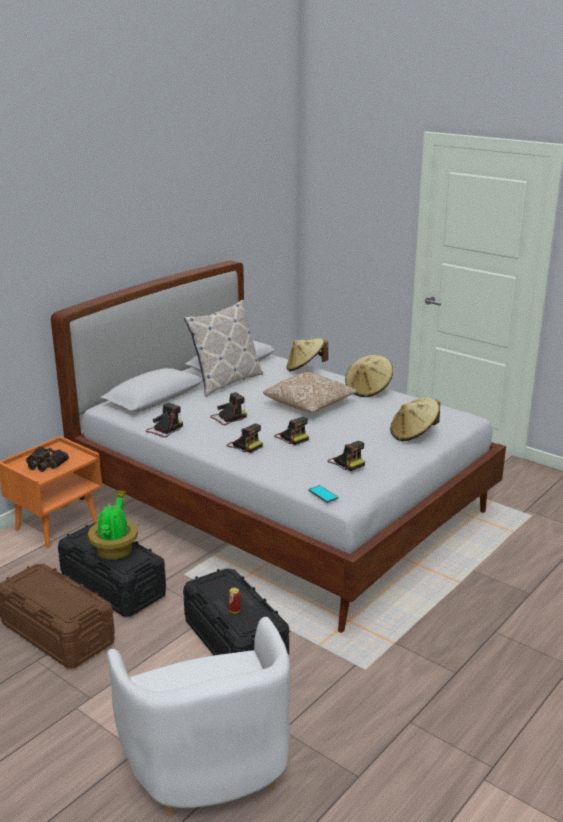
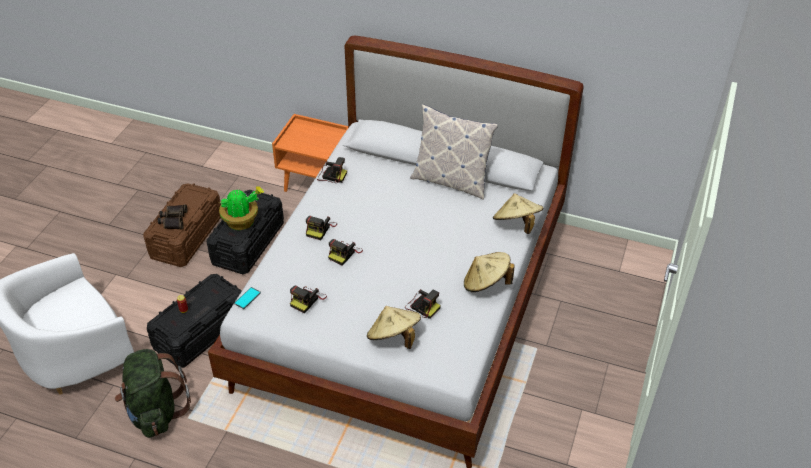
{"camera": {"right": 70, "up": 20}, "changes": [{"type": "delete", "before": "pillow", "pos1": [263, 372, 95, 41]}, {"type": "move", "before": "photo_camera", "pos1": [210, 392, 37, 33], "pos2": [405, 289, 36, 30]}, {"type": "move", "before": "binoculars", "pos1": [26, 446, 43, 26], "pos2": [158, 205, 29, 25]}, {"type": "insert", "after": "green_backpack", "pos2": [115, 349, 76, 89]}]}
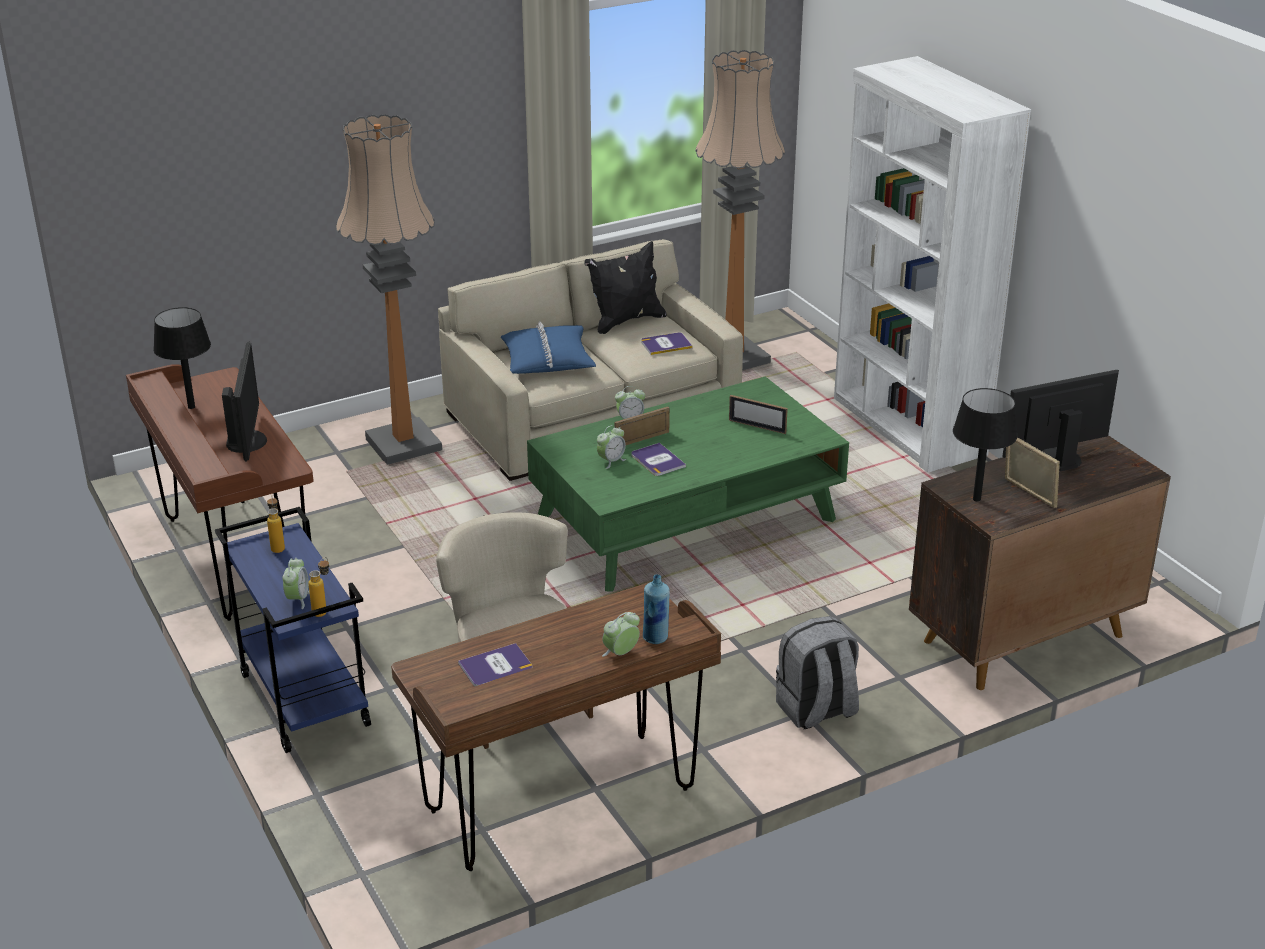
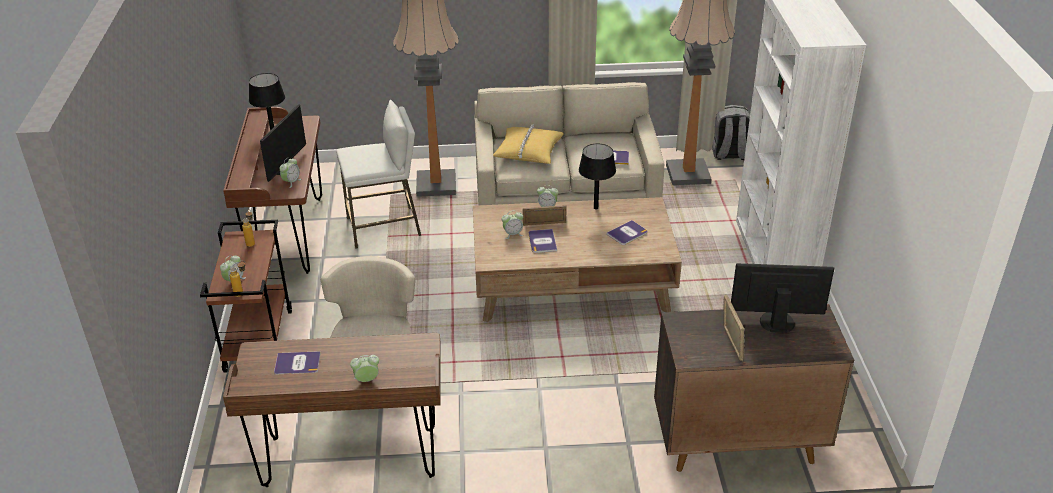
{"camera": {"right": 25, "up": 5}, "changes": [{"type": "delete", "before": "black_pillow", "pos1": [584, 241, 82, 93]}, {"type": "recolor", "before": "blue_pillow", "after": "yellow_pillow", "pos1": [501, 321, 95, 53], "pos2": [493, 124, 71, 40]}, {"type": "recolor", "before": "green_coffee_table", "after": "brown_coffee_table", "pos1": [527, 376, 322, 216], "pos2": [473, 197, 209, 125]}, {"type": "move", "before": "black_table_lamp", "pos1": [953, 388, 64, 113], "pos2": [579, 144, 37, 65]}, {"type": "replace", "before": "picture_frame", "after": "book", "pos1": [729, 395, 59, 39], "pos2": [607, 220, 40, 25]}, {"type": "recolor", "before": "blue_cart", "after": "brown_cart", "pos1": [215, 507, 156, 246], "pos2": [200, 220, 92, 153]}, {"type": "delete", "before": "blue_bottle", "pos1": [643, 574, 27, 70]}, {"type": "move", "before": "grey_backpack", "pos1": [776, 616, 83, 113], "pos2": [712, 105, 38, 55]}, {"type": "insert", "after": "white_stool", "pos2": [336, 100, 85, 149]}, {"type": "insert", "after": "alarm_clock", "pos2": [279, 158, 22, 30]}]}
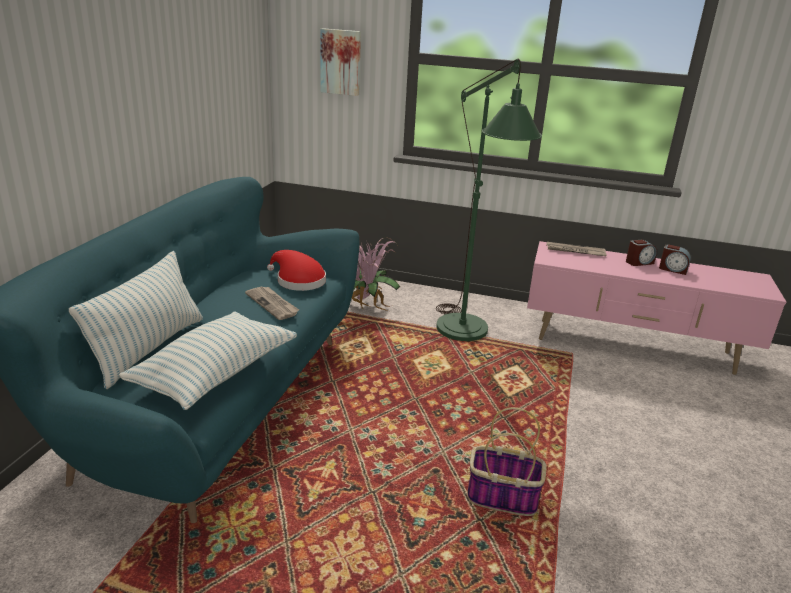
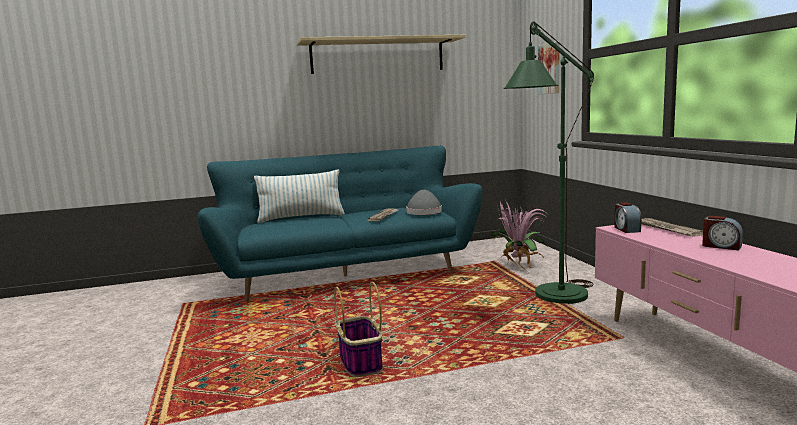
{"camera": {"right": 60, "up": -15}, "changes": [{"type": "move", "before": "alarm_clock", "pos1": [659, 245, 32, 30], "pos2": [614, 202, 27, 31]}, {"type": "recolor", "before": "red_hat", "after": "grey_hat", "pos1": [267, 250, 59, 41], "pos2": [406, 190, 36, 25]}, {"type": "delete", "before": "pillow", "pos1": [119, 311, 178, 99]}, {"type": "insert", "after": "beige_shelf", "pos2": [297, 35, 168, 39]}]}
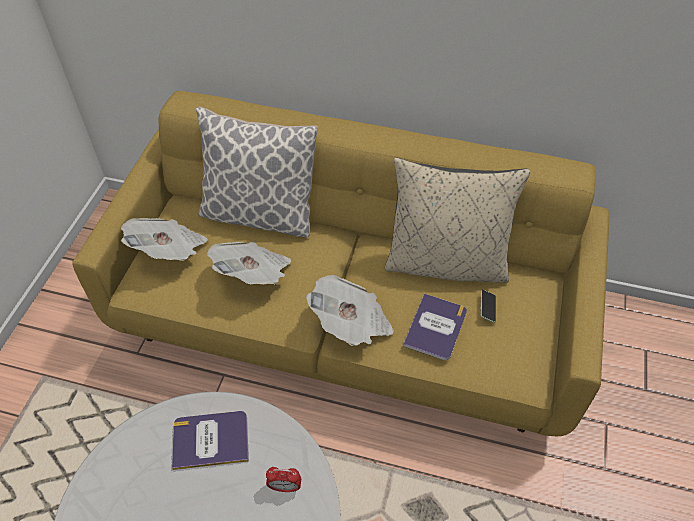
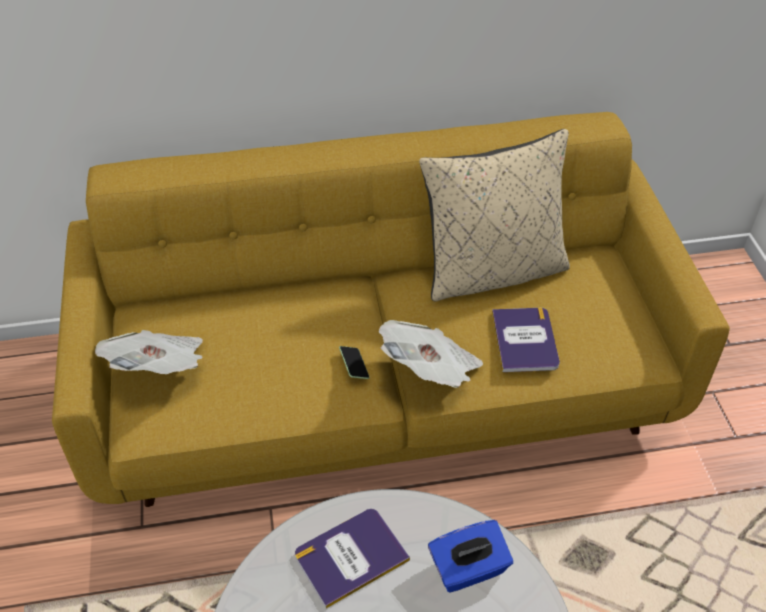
{"camera": {"right": -25, "up": -5}, "changes": [{"type": "delete", "before": "pillow", "pos1": [196, 106, 122, 132]}, {"type": "delete", "before": "newspaper", "pos1": [207, 242, 84, 42]}, {"type": "move", "before": "phone", "pos1": [481, 290, 15, 33], "pos2": [339, 346, 31, 33]}, {"type": "replace", "before": "alarm_clock", "after": "blue_tissue_box", "pos1": [266, 467, 35, 25], "pos2": [428, 520, 85, 73]}]}
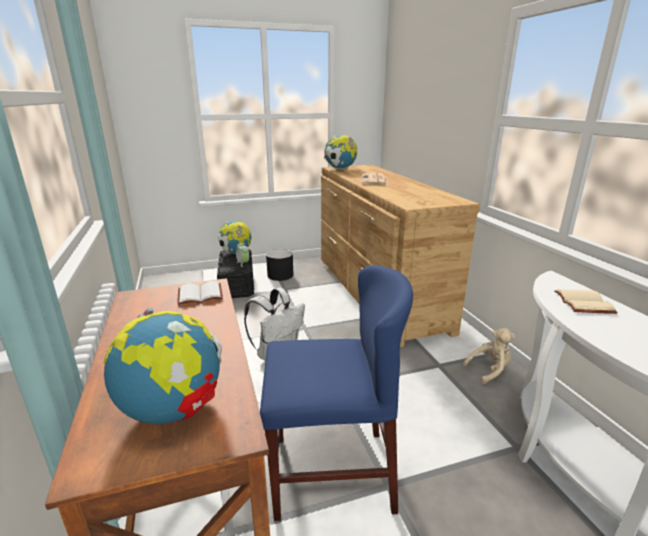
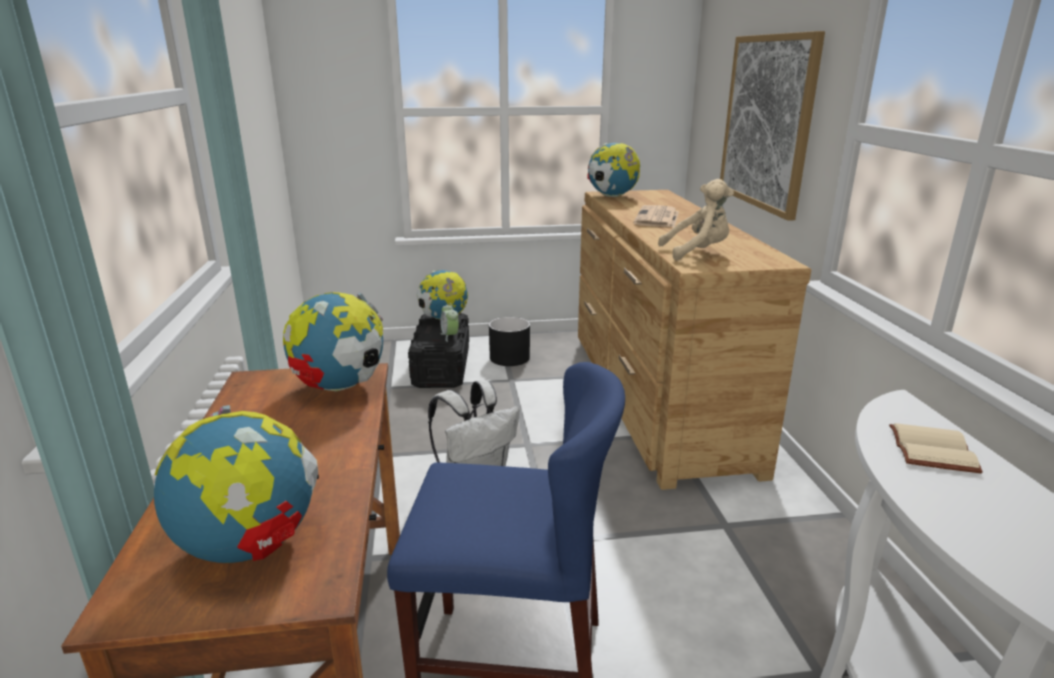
{"camera": {"right": 10, "up": 0}, "changes": [{"type": "replace", "before": "white_book", "after": "globe", "pos1": [177, 281, 46, 24], "pos2": [283, 292, 100, 100]}, {"type": "move", "before": "beige_plush_toy", "pos1": [463, 328, 52, 56], "pos2": [658, 179, 76, 82]}, {"type": "insert", "after": "picture", "pos2": [720, 31, 105, 190]}]}
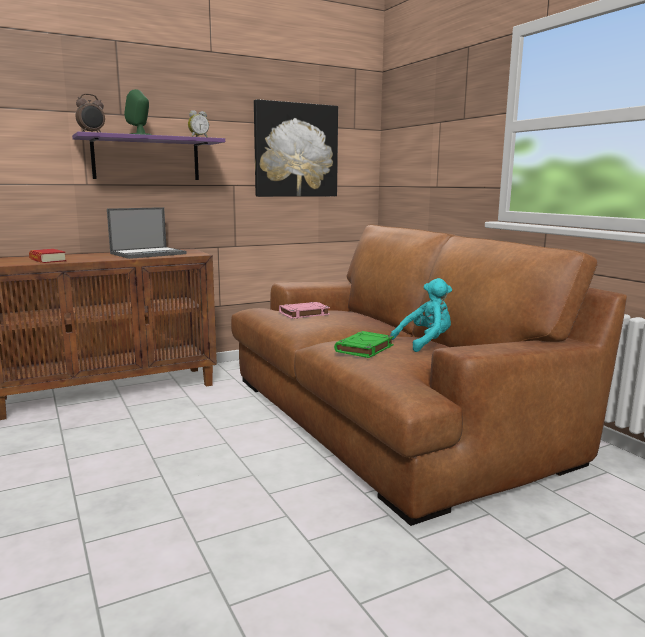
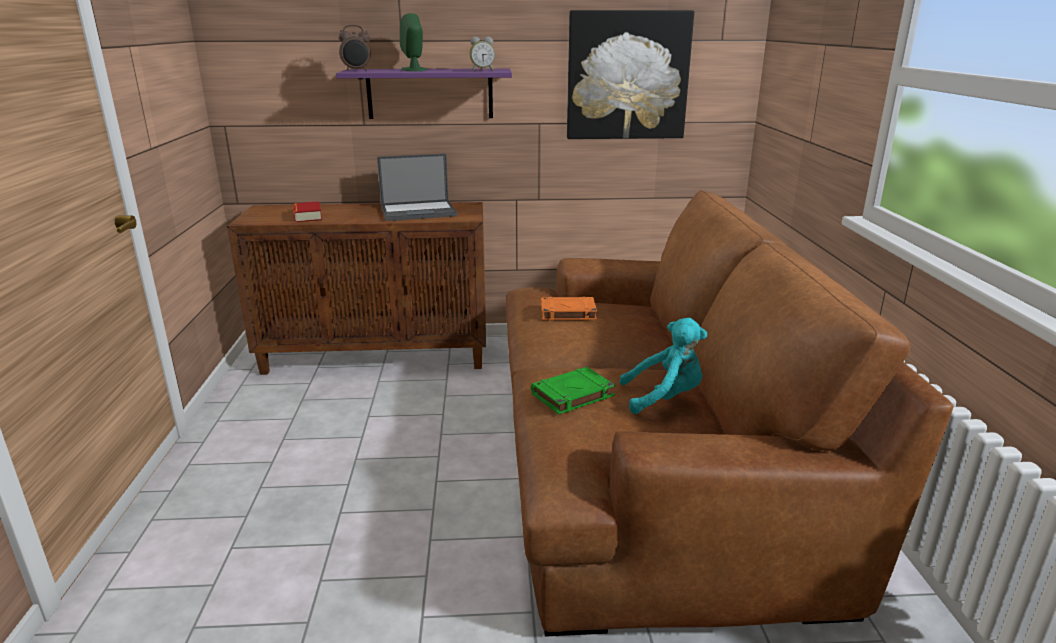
{"camera": {"right": 25, "up": 10}, "changes": [{"type": "recolor", "before": "pink_book", "after": "orange_book", "pos1": [279, 302, 51, 17], "pos2": [541, 297, 56, 24]}]}
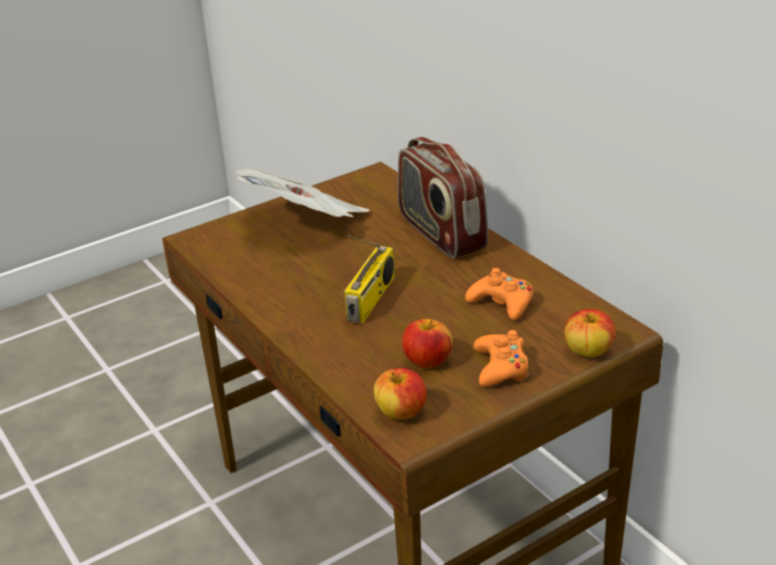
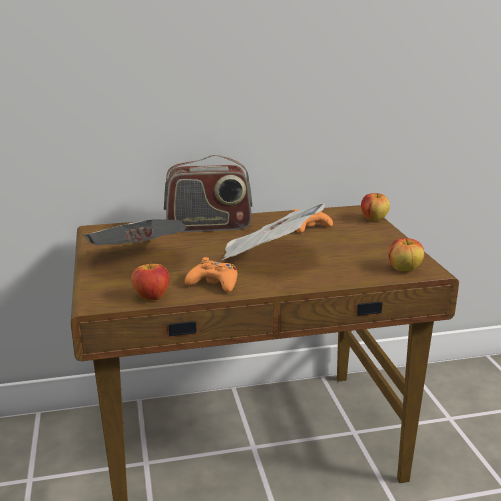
{"camera": {"right": -70, "up": -10}, "changes": [{"type": "replace", "before": "radio", "after": "newspaper", "pos1": [344, 235, 51, 89], "pos2": [222, 201, 103, 59]}, {"type": "move", "before": "apple", "pos1": [402, 319, 50, 49], "pos2": [131, 261, 39, 39]}, {"type": "move", "before": "orange_game_controller", "pos1": [474, 330, 56, 57], "pos2": [185, 257, 53, 35]}]}
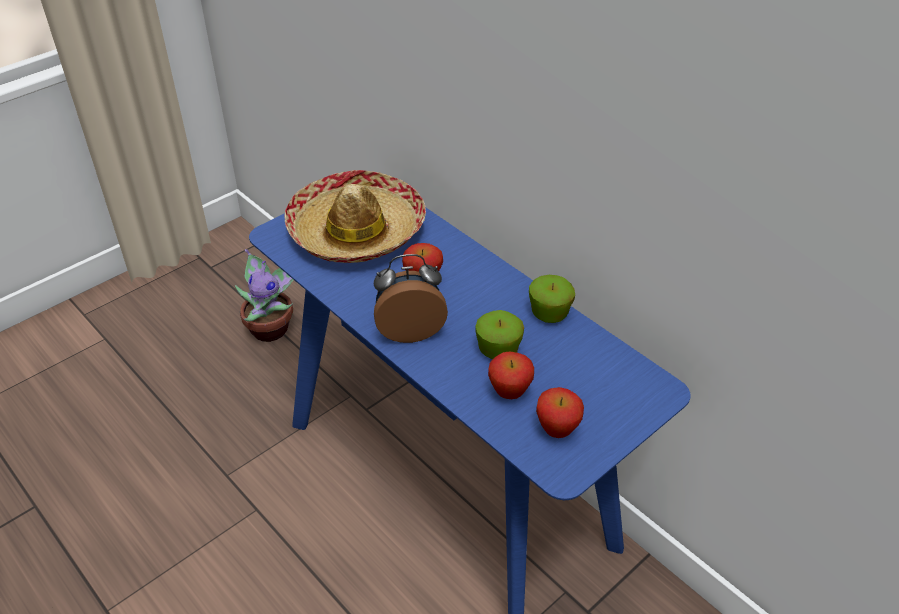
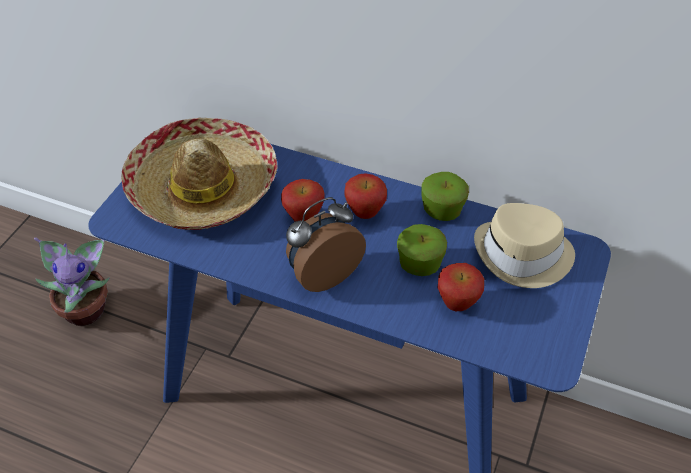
{"camera": {"right": -25, "up": 5}, "changes": [{"type": "move", "before": "apple", "pos1": [536, 387, 48, 51], "pos2": [344, 174, 43, 45]}, {"type": "insert", "after": "beige_hat", "pos2": [474, 203, 101, 85]}]}
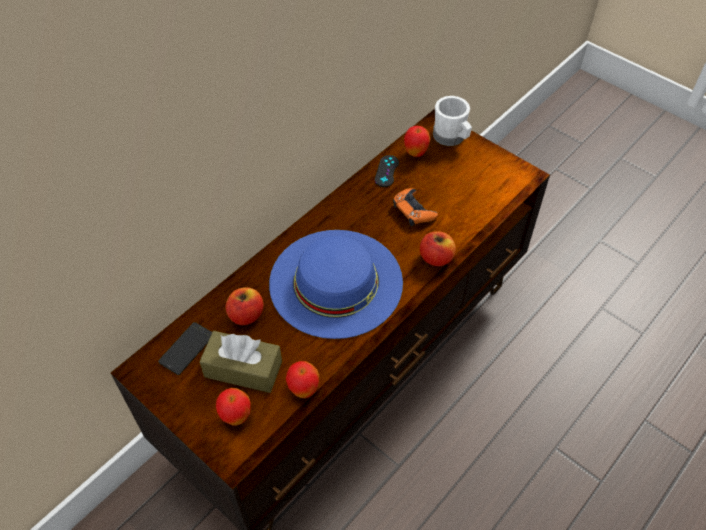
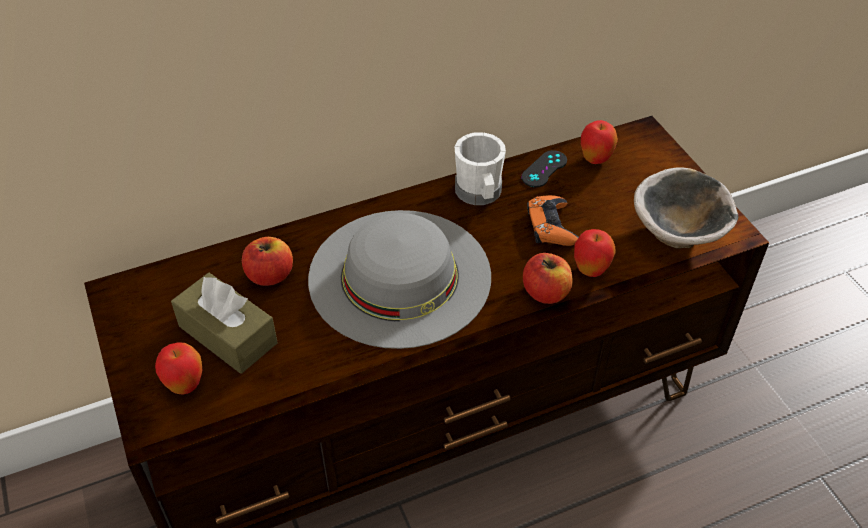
{"camera": {"right": 25, "up": -5}, "changes": [{"type": "move", "before": "white_mug", "pos1": [433, 96, 39, 50], "pos2": [455, 132, 51, 73]}, {"type": "recolor", "before": "blue_hat", "after": "grey_hat", "pos1": [269, 230, 134, 109], "pos2": [308, 210, 183, 139]}, {"type": "delete", "before": "phone", "pos1": [158, 322, 54, 53]}, {"type": "move", "before": "apple", "pos1": [286, 361, 33, 37], "pos2": [574, 229, 42, 48]}, {"type": "insert", "after": "bowl", "pos2": [634, 167, 105, 82]}]}
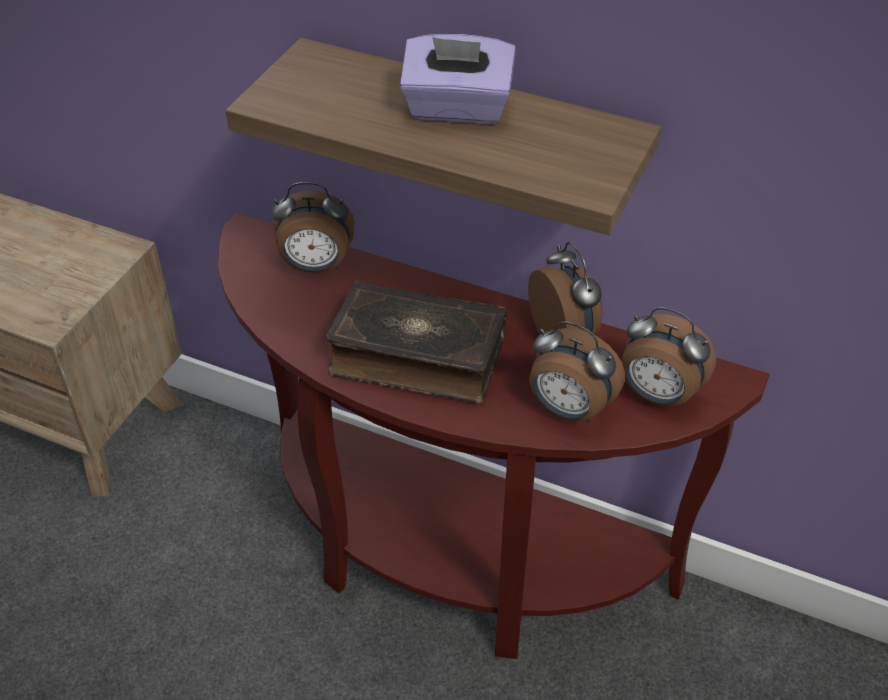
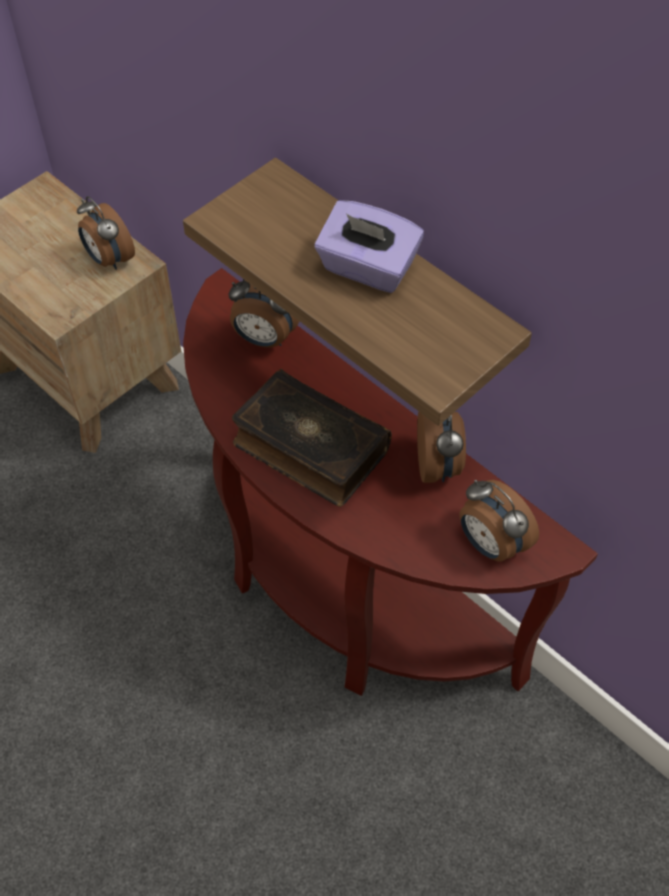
{"camera": {"right": 20, "up": 10}, "changes": [{"type": "move", "before": "alarm_clock", "pos1": [529, 321, 96, 101], "pos2": [77, 196, 58, 74]}]}
